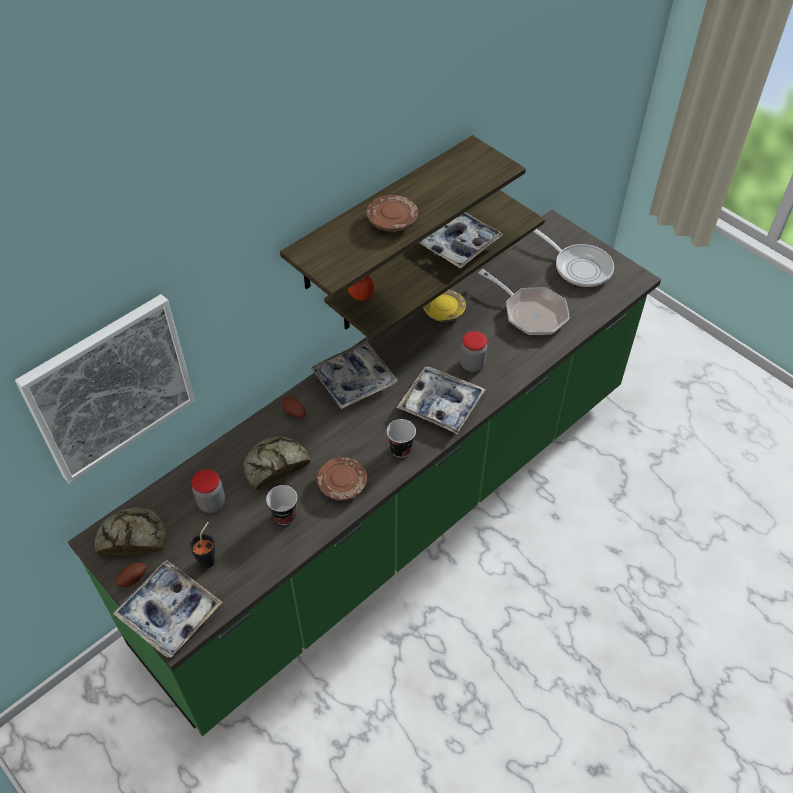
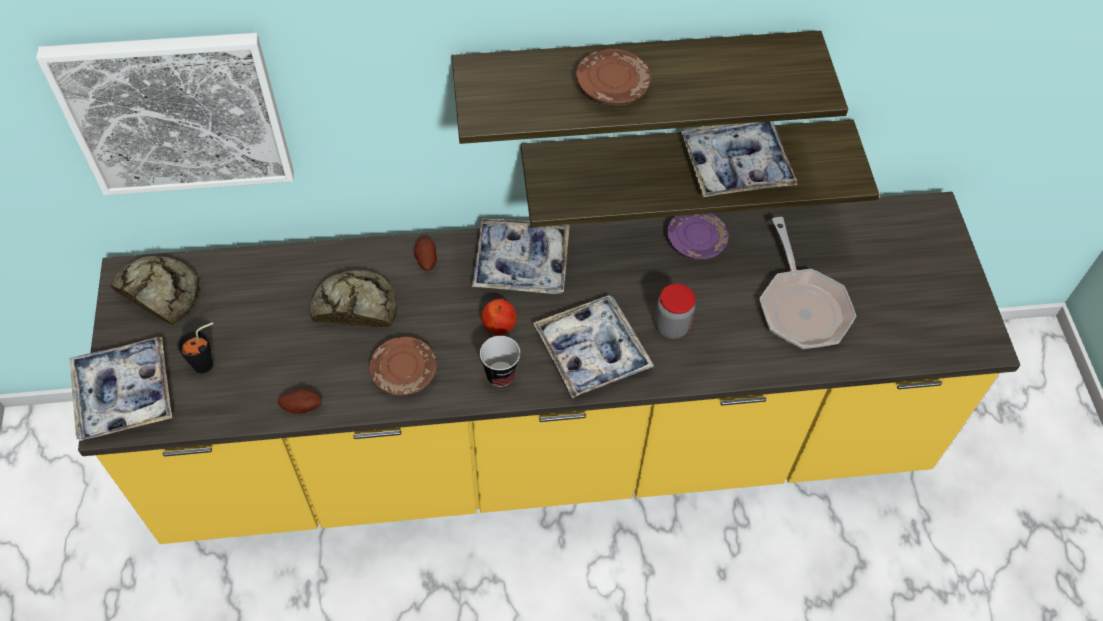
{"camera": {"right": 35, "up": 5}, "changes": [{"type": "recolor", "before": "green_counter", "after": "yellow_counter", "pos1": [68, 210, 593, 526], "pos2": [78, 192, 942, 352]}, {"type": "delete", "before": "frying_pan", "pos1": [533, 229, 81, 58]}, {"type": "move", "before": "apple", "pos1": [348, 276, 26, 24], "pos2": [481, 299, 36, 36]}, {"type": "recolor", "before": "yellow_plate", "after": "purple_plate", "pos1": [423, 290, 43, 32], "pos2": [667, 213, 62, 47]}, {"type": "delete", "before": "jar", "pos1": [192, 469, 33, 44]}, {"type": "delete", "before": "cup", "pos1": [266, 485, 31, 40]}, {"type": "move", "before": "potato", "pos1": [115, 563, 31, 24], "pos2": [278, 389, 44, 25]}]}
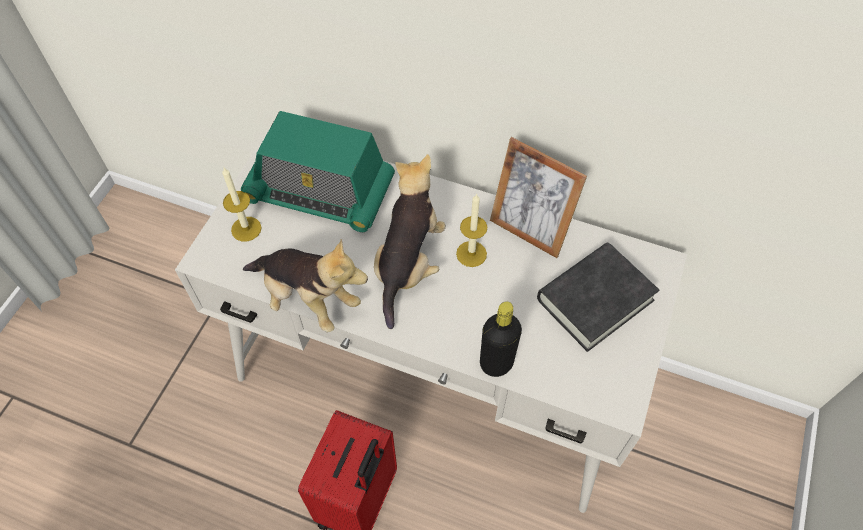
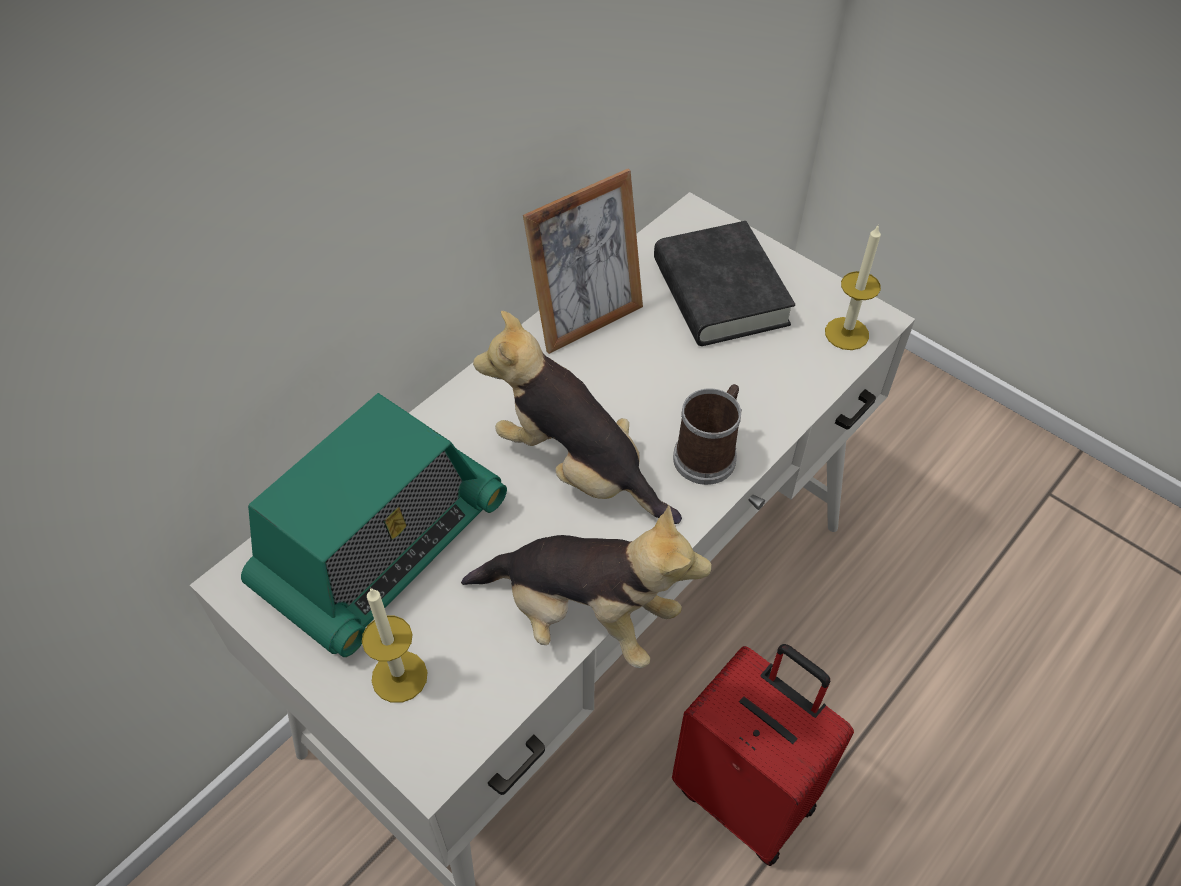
{"camera": {"right": -70, "up": -5}, "changes": [{"type": "move", "before": "candle", "pos1": [456, 193, 31, 74], "pos2": [825, 224, 56, 126]}, {"type": "rotate", "before": "plush_toy", "pos1": [243, 239, 125, 94], "pos2": [461, 505, 251, 163], "turn": 60}, {"type": "delete", "before": "black_bottle", "pos1": [480, 302, 42, 75]}, {"type": "insert", "after": "mug", "pos2": [673, 384, 69, 101]}]}
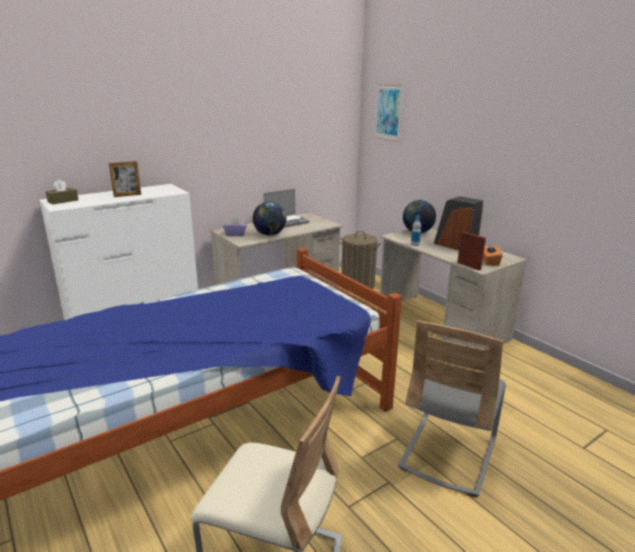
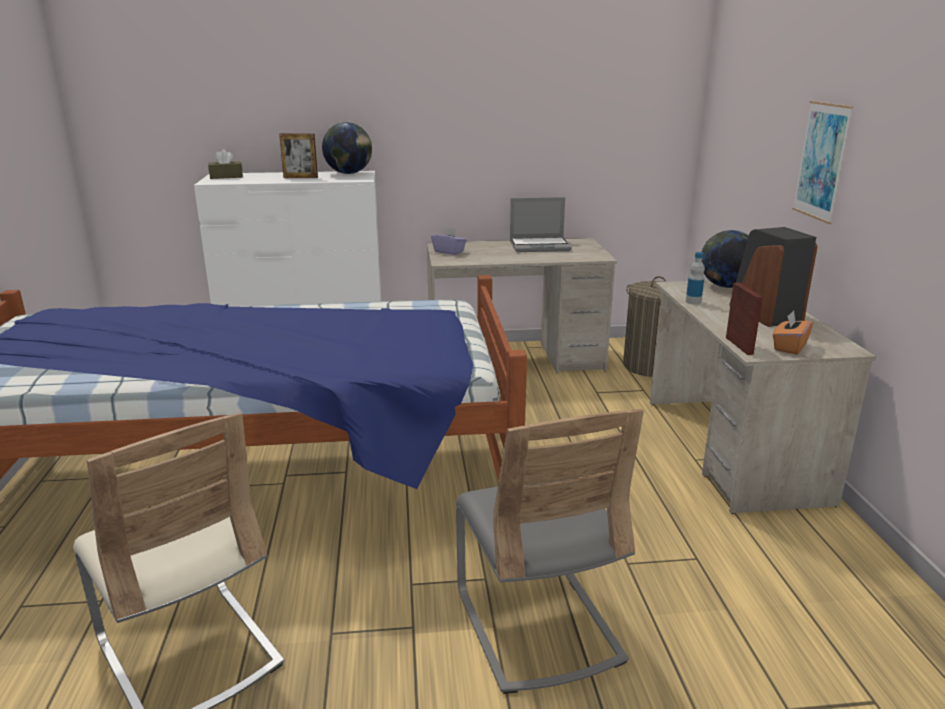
{"camera": {"right": 30, "up": 0}, "changes": [{"type": "move", "before": "picture", "pos1": [374, 84, 29, 58], "pos2": [792, 101, 61, 123]}, {"type": "move", "before": "globe", "pos1": [253, 201, 33, 35], "pos2": [322, 122, 50, 52]}, {"type": "rotate", "before": "grey_chair", "pos1": [398, 320, 108, 177], "pos2": [456, 409, 188, 285], "turn": -75}]}
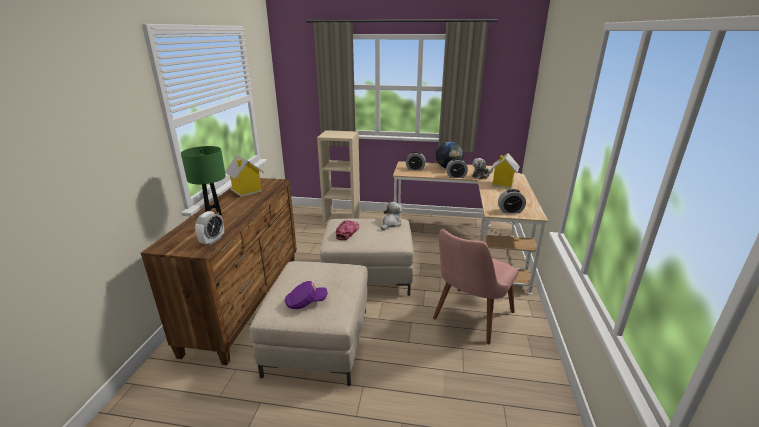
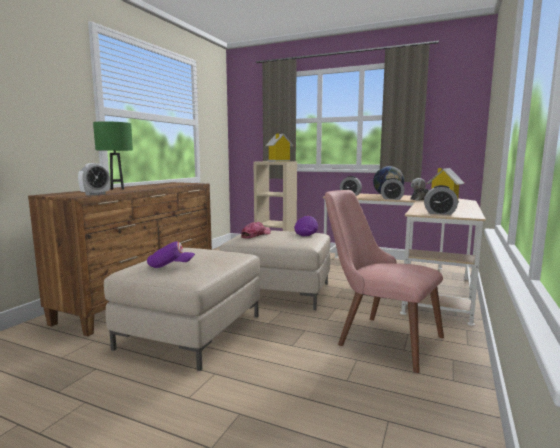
{"camera": {"right": 15, "up": -15}, "changes": [{"type": "move", "before": "toy_house", "pos1": [225, 155, 39, 42], "pos2": [265, 133, 29, 29]}, {"type": "replace", "before": "plush_toy", "after": "purple_cap", "pos1": [381, 202, 21, 28], "pos2": [294, 216, 24, 20]}, {"type": "rotate", "before": "pink_chair", "pos1": [433, 229, 86, 115], "pos2": [325, 190, 119, 183], "turn": 75}]}
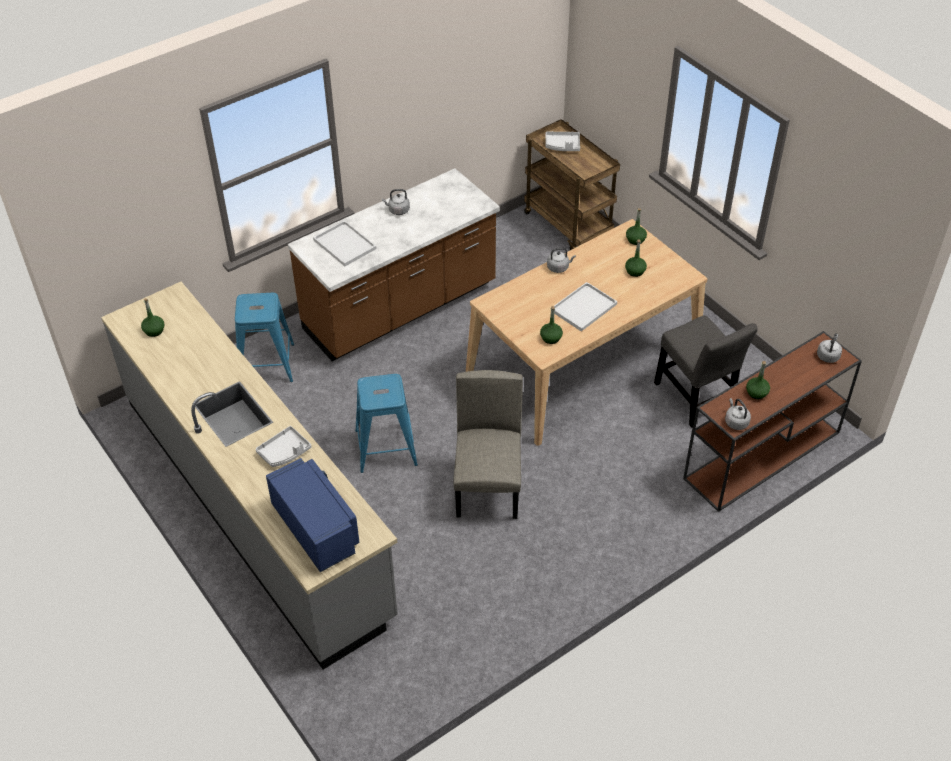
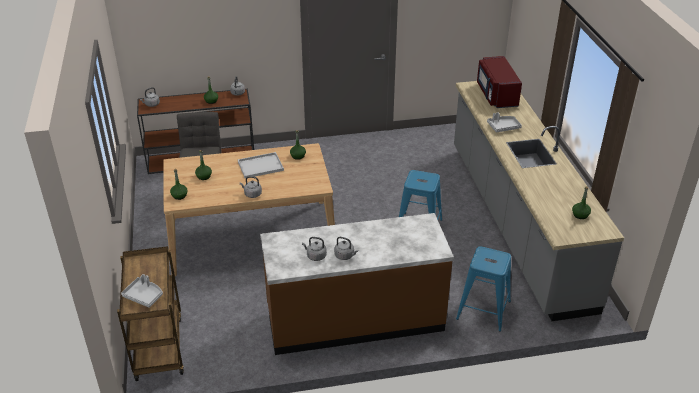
{"camera": {"right": -155, "up": -10}, "changes": [{"type": "delete", "before": "white_tray", "pos1": [313, 220, 63, 46]}, {"type": "delete", "before": "beige_chair", "pos1": [453, 370, 70, 149]}, {"type": "recolor", "before": "blue_microwave", "after": "red_microwave", "pos1": [266, 458, 93, 114], "pos2": [477, 56, 45, 52]}, {"type": "insert", "after": "grey_kettle", "pos2": [302, 237, 25, 24]}]}
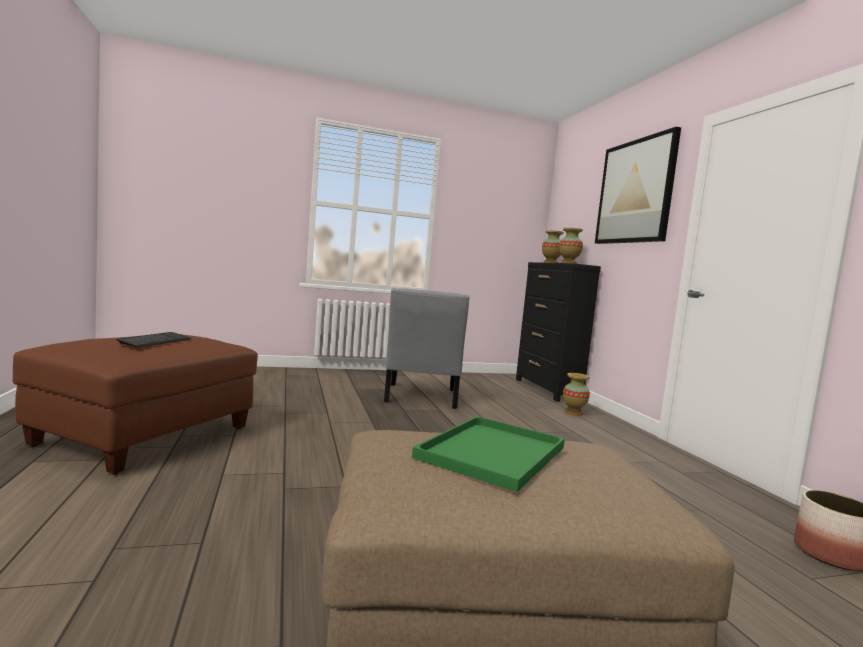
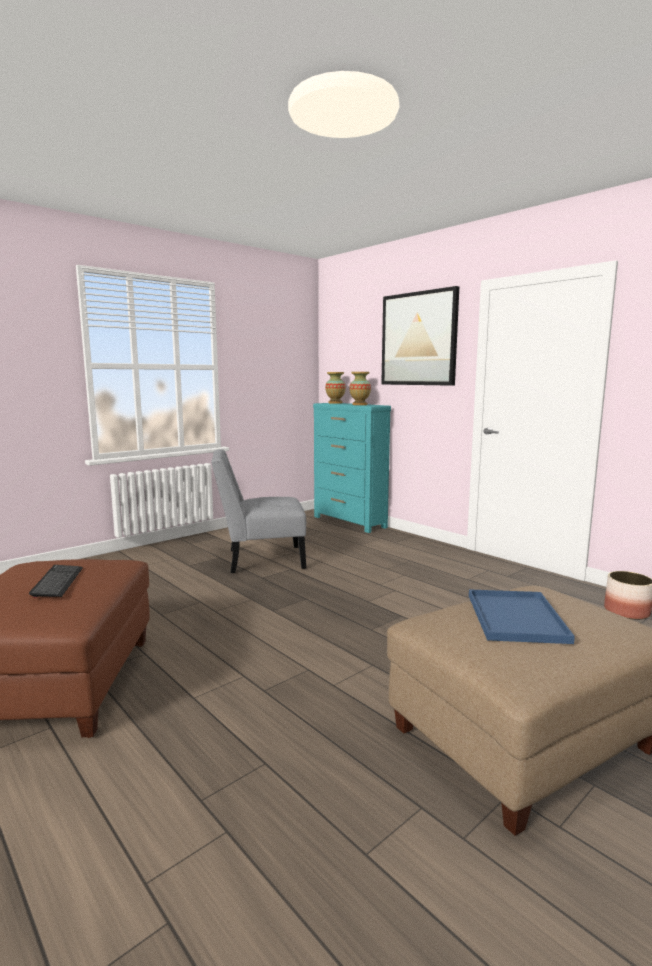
{"camera": {"right": -25, "up": 5}, "changes": [{"type": "recolor", "before": "black_dresser", "after": "turquoise_dresser", "pos1": [516, 262, 85, 140], "pos2": [313, 403, 78, 130]}, {"type": "rotate", "before": "grey_chair", "pos1": [384, 288, 86, 121], "pos2": [211, 449, 95, 124], "turn": 105}, {"type": "delete", "before": "vase", "pos1": [563, 373, 27, 43]}, {"type": "recolor", "before": "green_tray", "after": "blue_tray", "pos1": [412, 416, 153, 76], "pos2": [469, 589, 106, 55]}]}
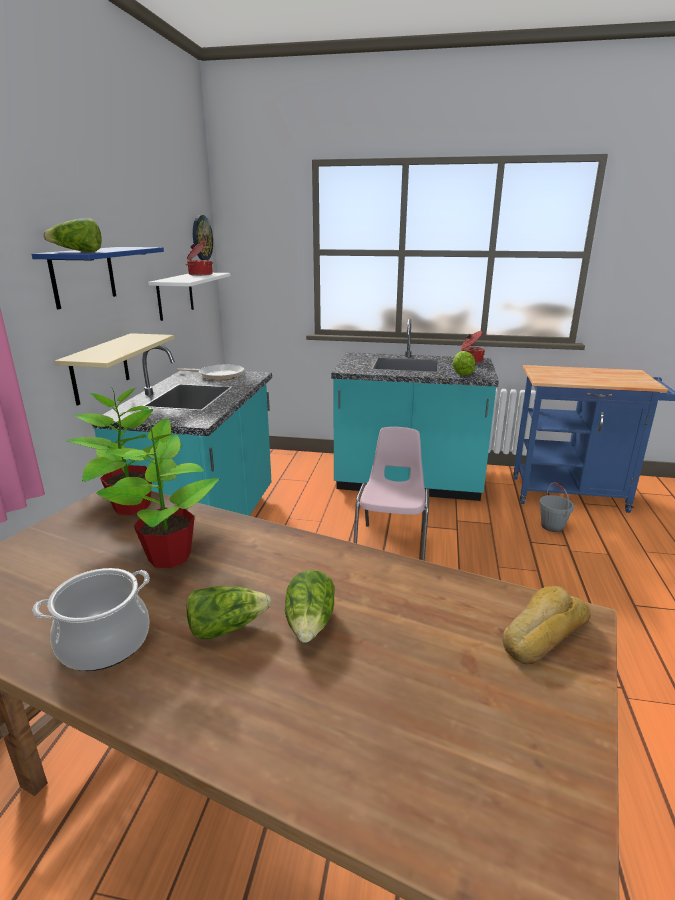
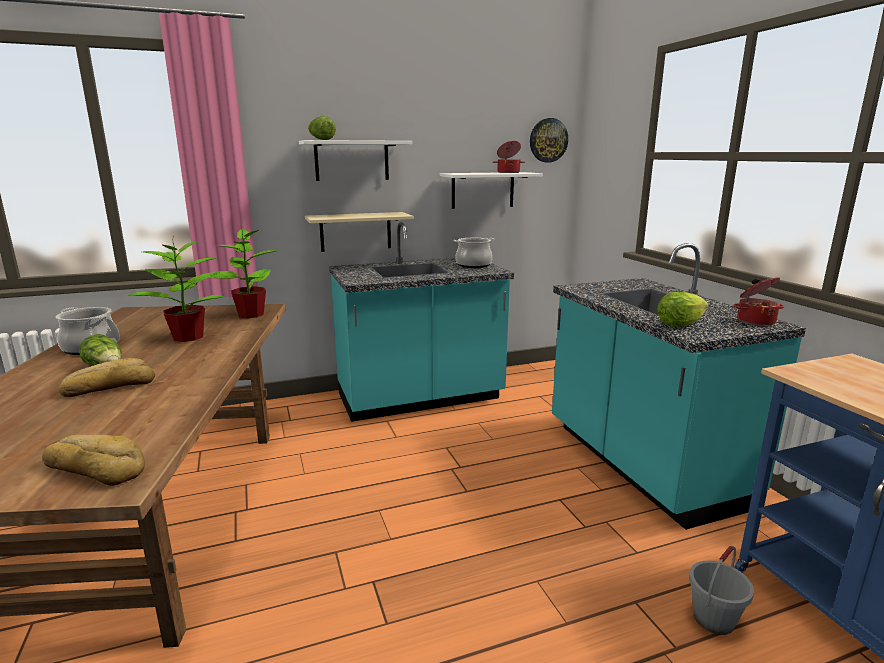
{"camera": {"right": 60, "up": -5}, "changes": [{"type": "recolor", "before": "blue_shelf", "after": "white_shelf", "pos1": [32, 247, 132, 62], "pos2": [299, 140, 113, 41]}, {"type": "replace", "before": "frying_pan", "after": "cooking_pot", "pos1": [177, 364, 67, 16], "pos2": [453, 238, 42, 30]}, {"type": "delete", "before": "pink_chair", "pos1": [353, 427, 76, 134]}, {"type": "replace", "before": "lettuce", "after": "bread", "pos1": [285, 570, 50, 73], "pos2": [58, 358, 97, 39]}]}
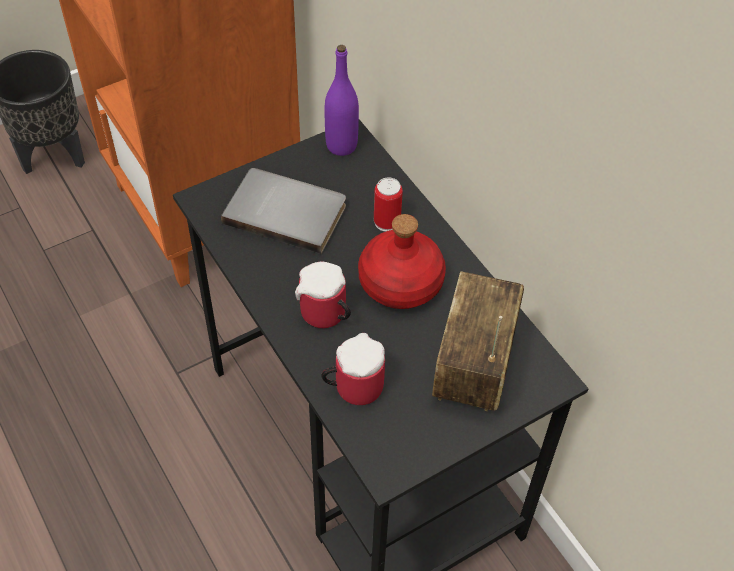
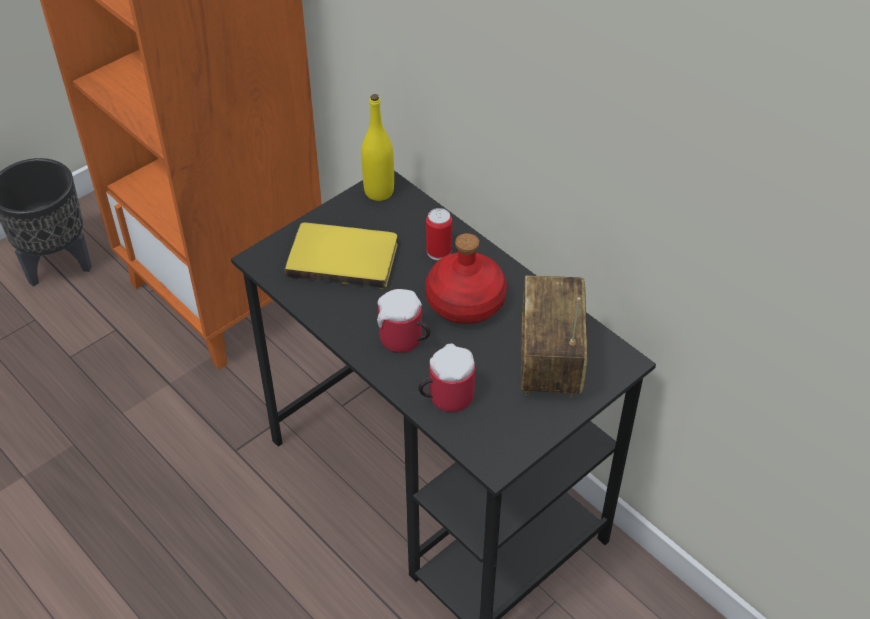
{"camera": {"right": -10, "up": -5}, "changes": [{"type": "recolor", "before": "purple_bottle", "after": "yellow_bottle", "pos1": [324, 45, 35, 111], "pos2": [361, 94, 33, 107]}, {"type": "recolor", "before": "grey_book", "after": "yellow_book", "pos1": [221, 168, 125, 86], "pos2": [285, 222, 113, 67]}]}
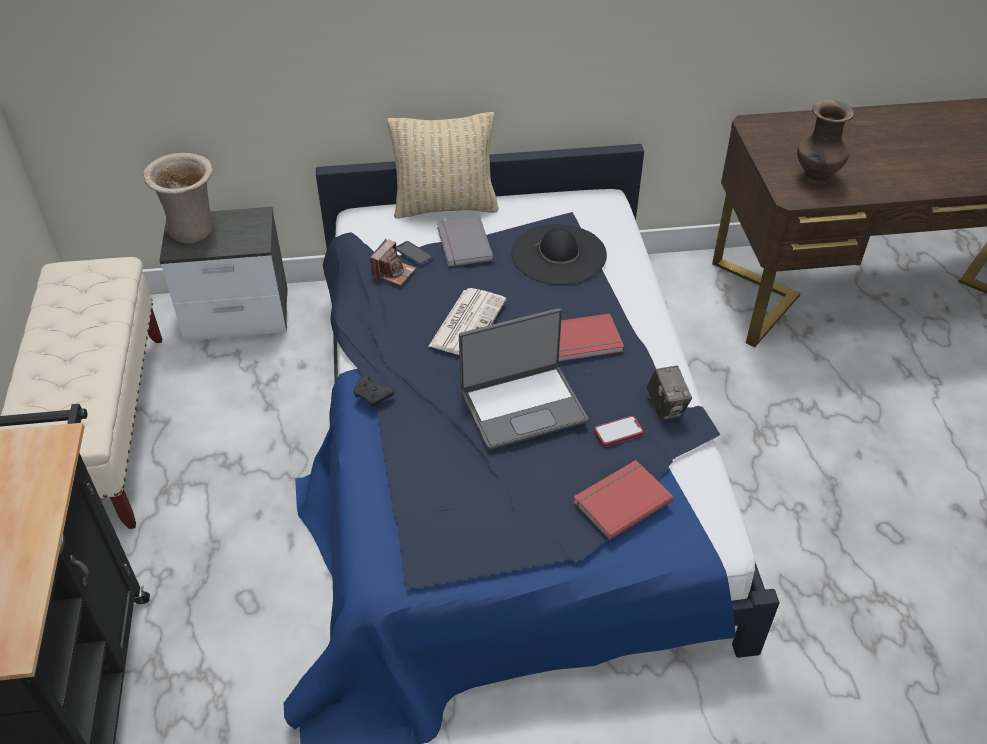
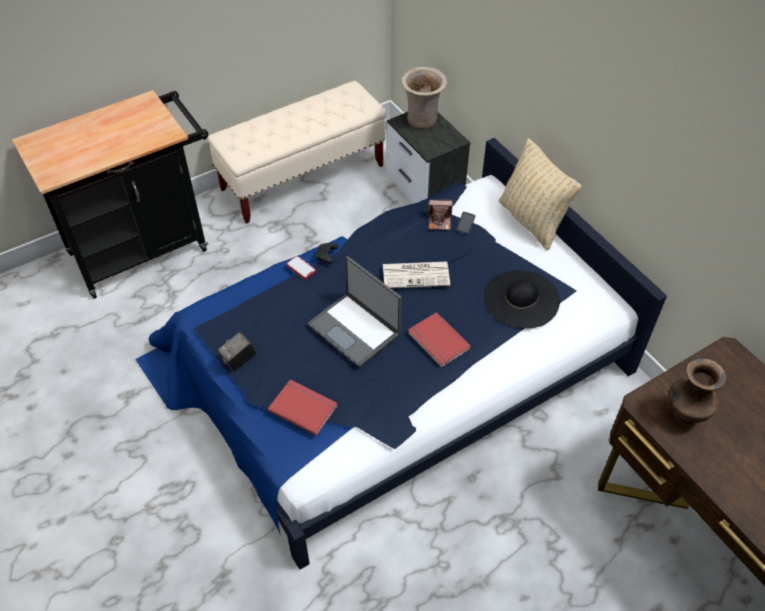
{"camera": {"right": 65, "up": 5}, "changes": [{"type": "delete", "before": "grey_book", "pos1": [437, 216, 57, 51]}, {"type": "move", "before": "photo_camera", "pos1": [646, 366, 46, 54], "pos2": [218, 332, 38, 39]}, {"type": "move", "before": "phone", "pos1": [594, 416, 50, 31], "pos2": [286, 256, 30, 24]}]}
